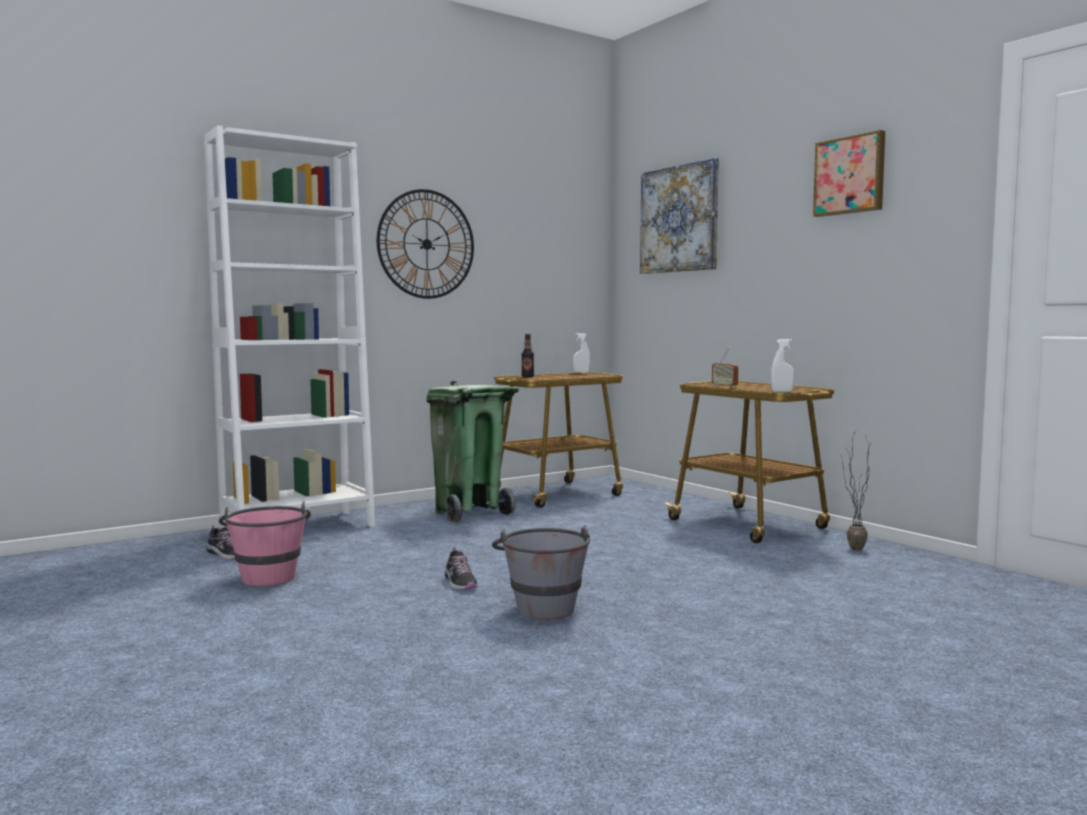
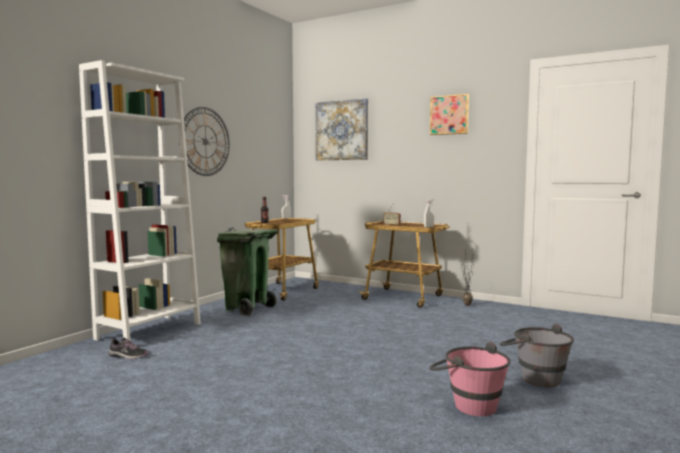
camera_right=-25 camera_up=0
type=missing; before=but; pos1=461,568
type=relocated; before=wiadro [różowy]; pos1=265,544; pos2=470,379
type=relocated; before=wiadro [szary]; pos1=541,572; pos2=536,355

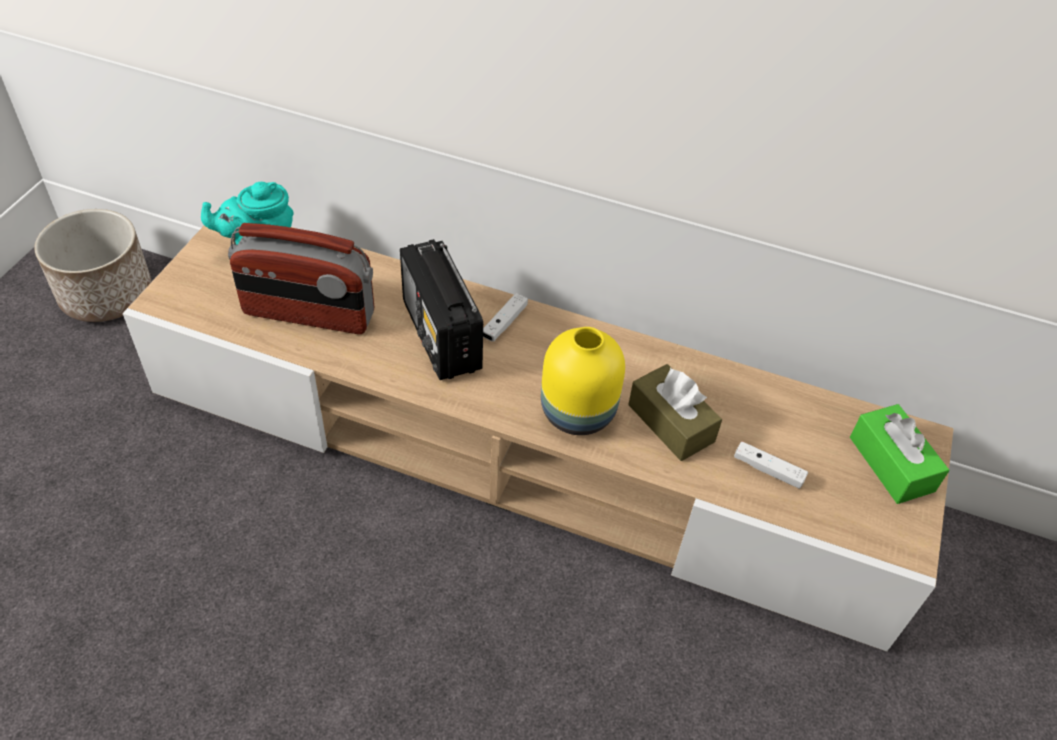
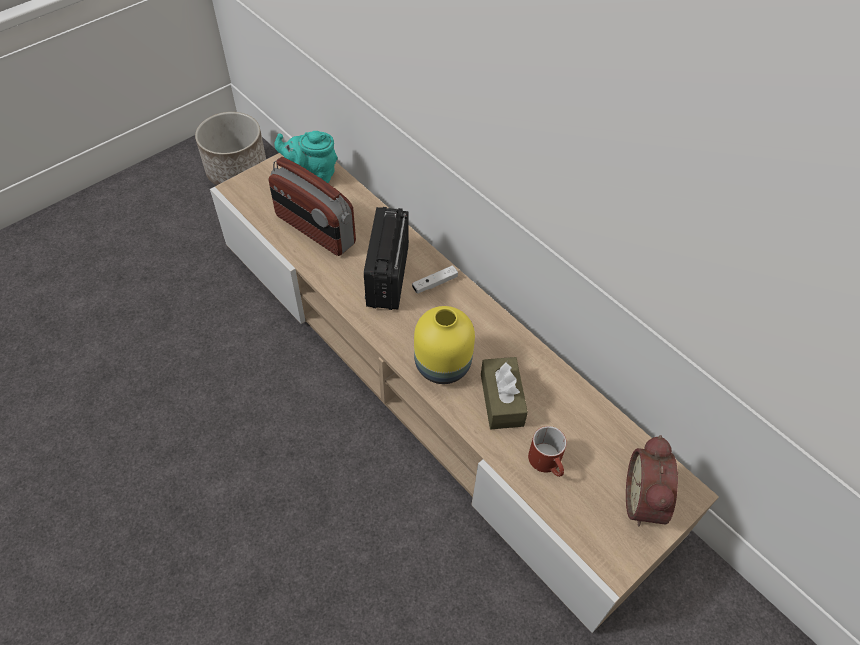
camera_right=30 camera_up=5
type=exchanged; before=pad do gier [biały]; after=kubek [czerwony]; pos1=771,465; pos2=547,451
type=exchanged; before=pudełko chusteczek [zielony]; after=budzik; pos1=899,454; pos2=652,480

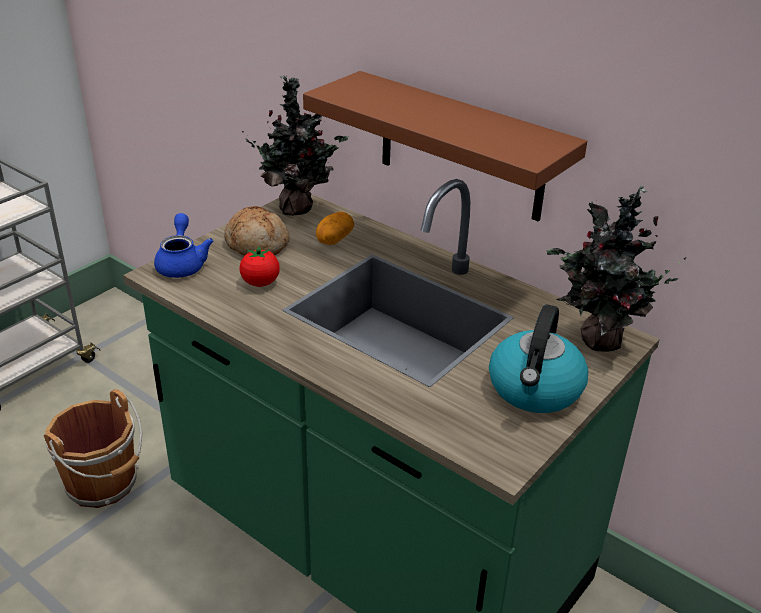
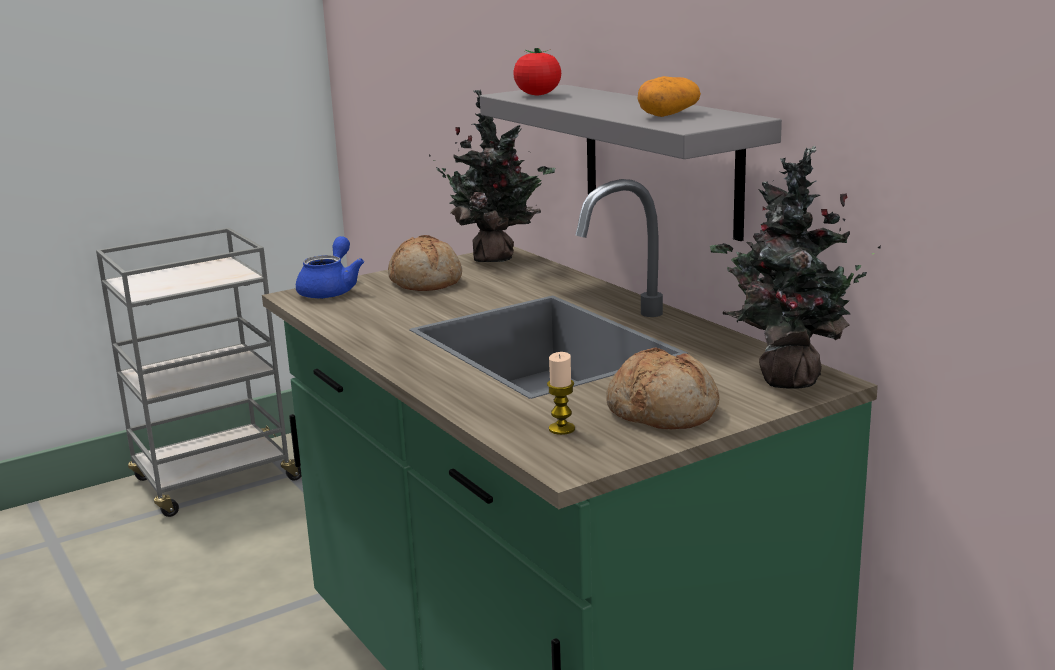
camera_right=20 camera_up=-15
type=missing; before=wiadro [brązowy]; pos1=93,448
type=appeared; after=świeca; pos2=561,393
type=relocated; before=pomidor; pos1=260,266; pos2=537,71
type=relocated; before=ziemniak; pos1=335,228; pos2=669,96
type=exchanged; before=czajnik; after=chleb; pos1=538,358; pos2=662,388
type=colour; before=półka [brązowy]; after=półka [szary]; pos1=445,146; pos2=631,163

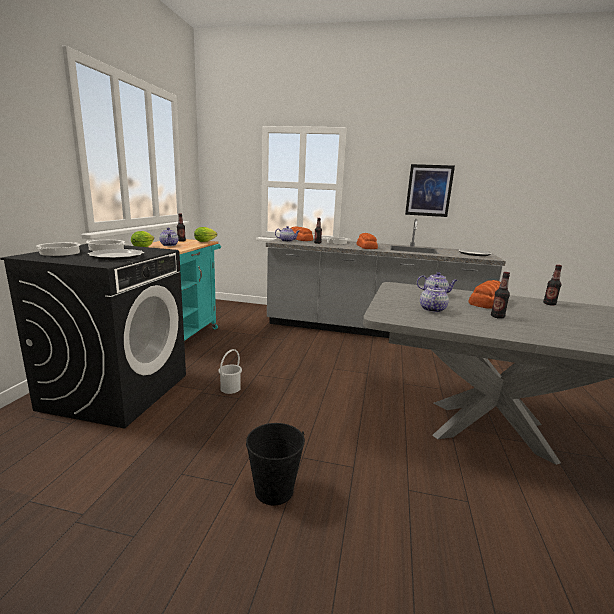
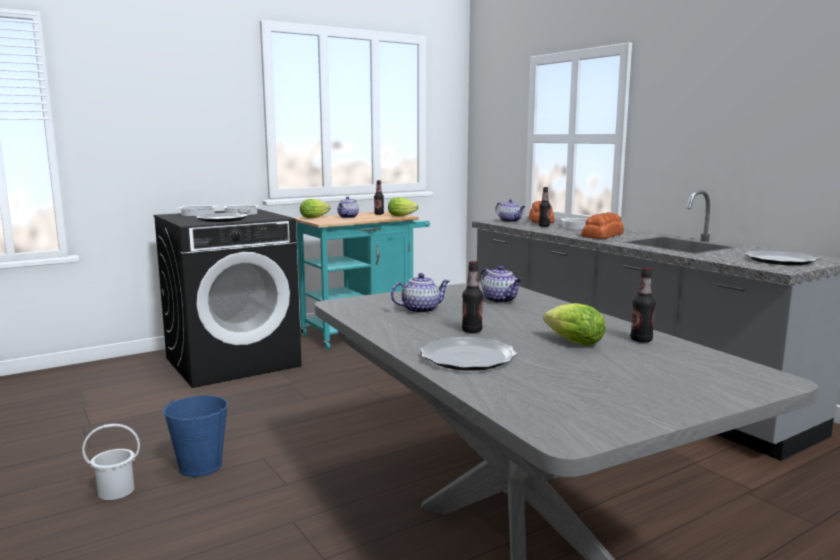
camera_right=45 camera_up=-5
type=missing; before=obraz; pos1=430,190
type=missing; before=chleb; pos1=484,294
type=appeared; after=talerz; pos2=468,354
type=appeared; after=sałata; pos2=574,324
type=relocated; before=wiadro [biały]; pos1=230,371; pos2=111,462
type=colour; before=wiadro [czarny]; after=wiadro [niebieski]; pos1=275,464; pos2=195,436

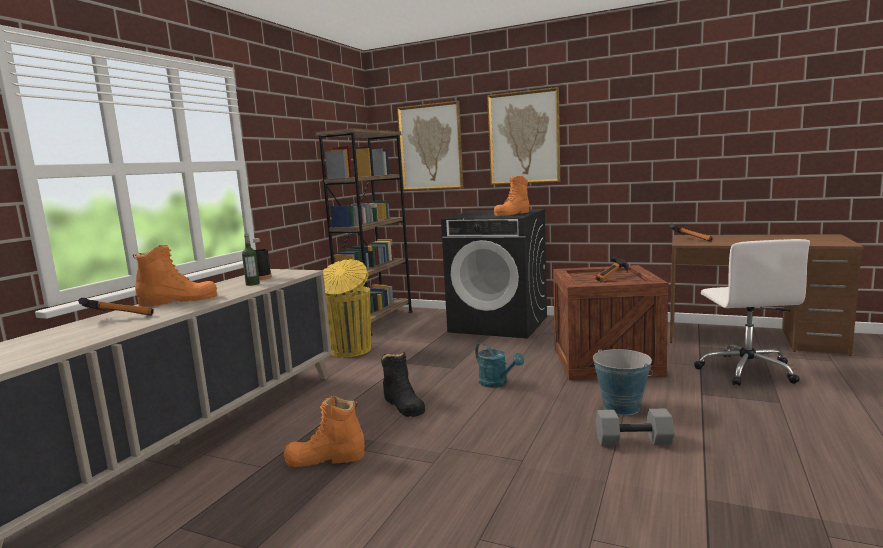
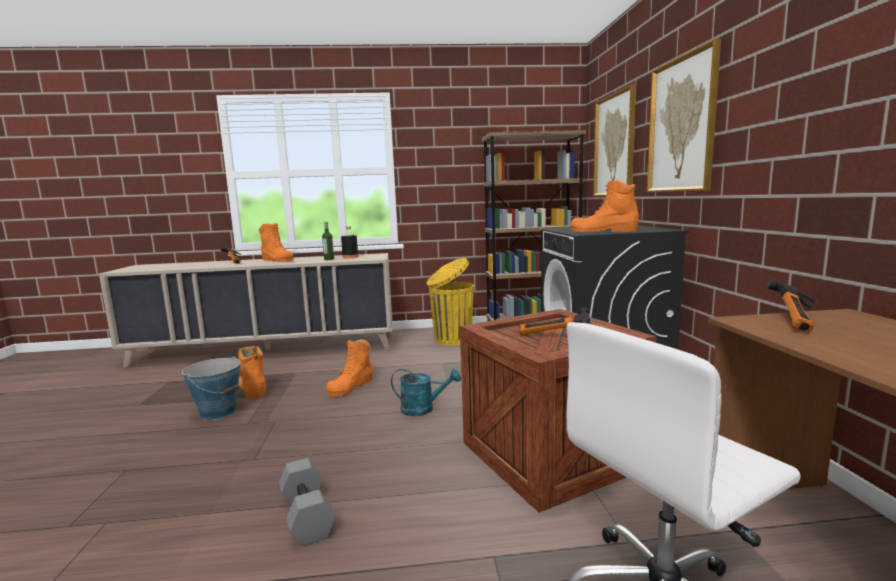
camera_right=60 camera_up=0
type=relocated; before=wiadro; pos1=623,382; pos2=213,388
type=colour; before=but z cholewką [czarny]; after=but z cholewką [pomarańczowy]; pos1=403,384; pos2=349,368
type=spun; before=konewka [turkusowy]; pos1=499,365; pos2=426,392; turn=-105

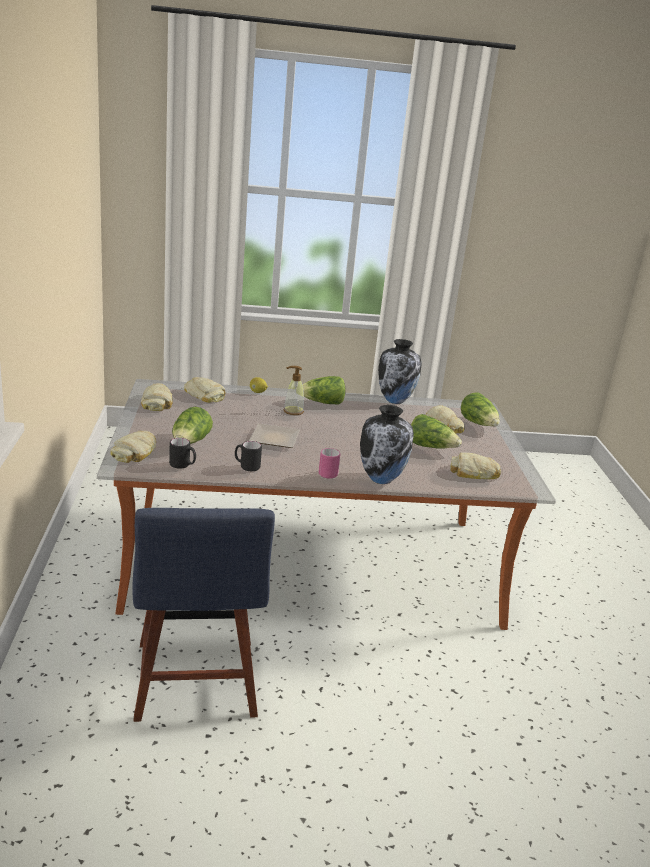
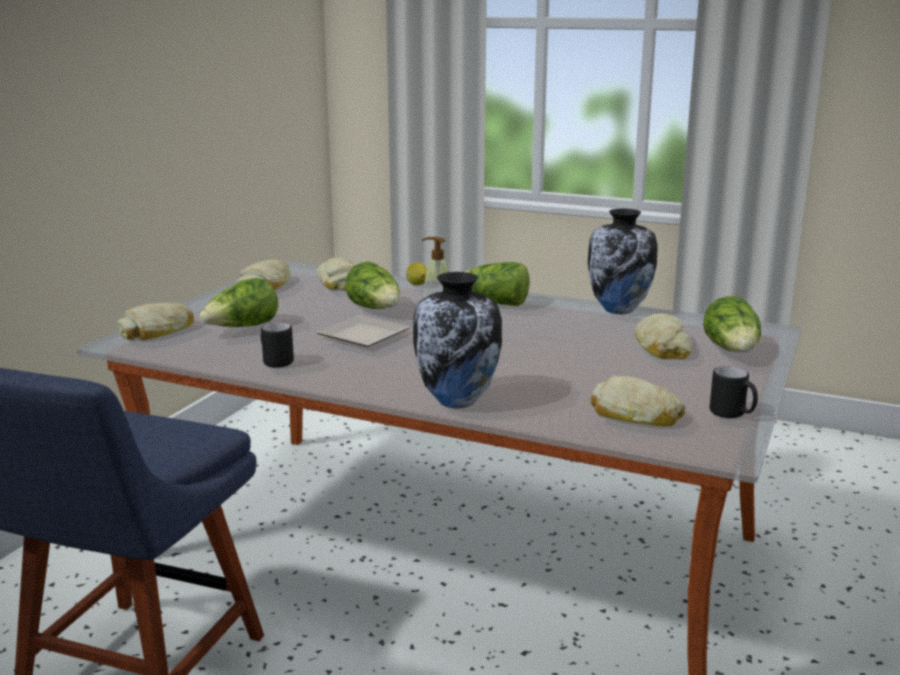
camera_right=30 camera_up=-5
type=missing; before=kubek [różowy]; pos1=329,463
type=relocated; before=kubek [czarny]; pos1=182,453; pos2=734,392
type=relocated; before=sałata; pos1=436,431; pos2=372,285

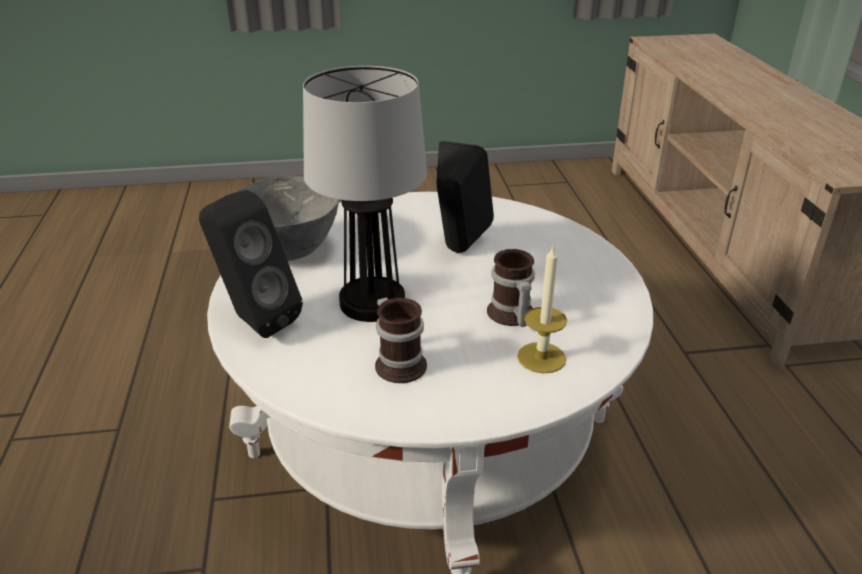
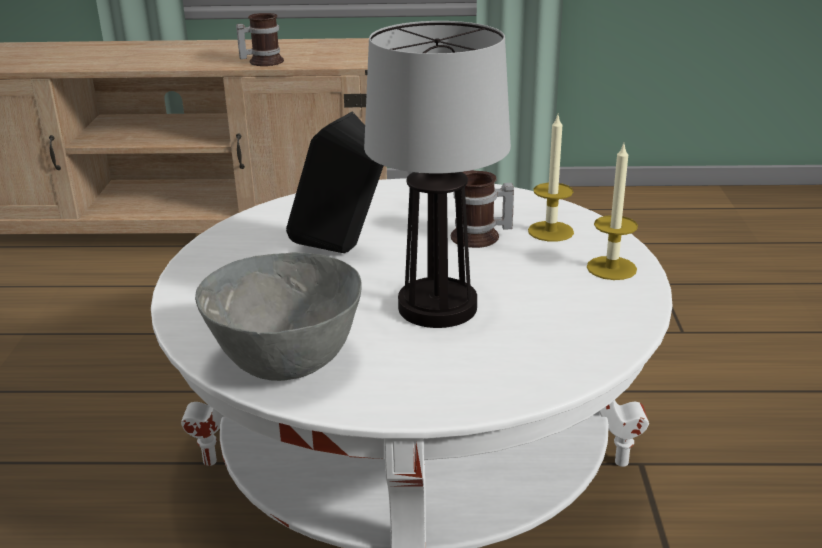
camera_right=-80 camera_up=-5
type=missing; before=głośnik [czarny]; pos1=251,264
type=appeared; after=świeca; pos2=612,212
type=relocated; before=kubek; pos1=401,340; pos2=260,39

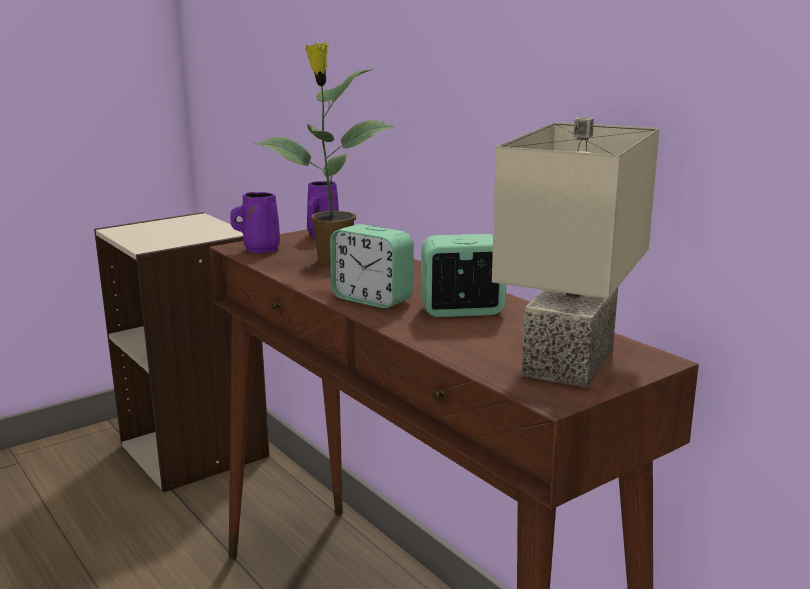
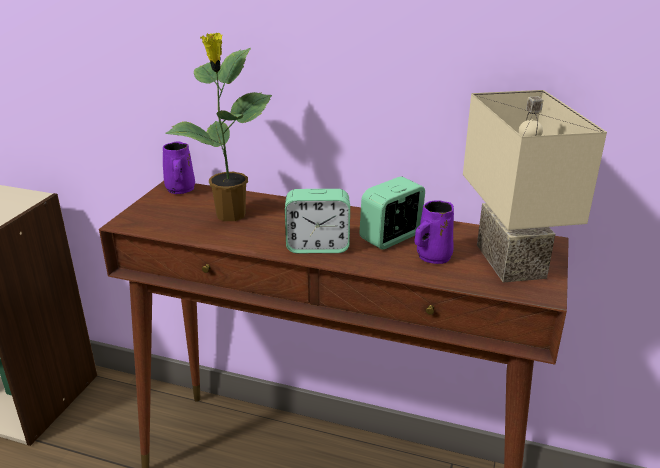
camera_right=-35 camera_up=10
type=relocated; before=kubek [fioletowy]; pos1=255,222; pos2=434,232

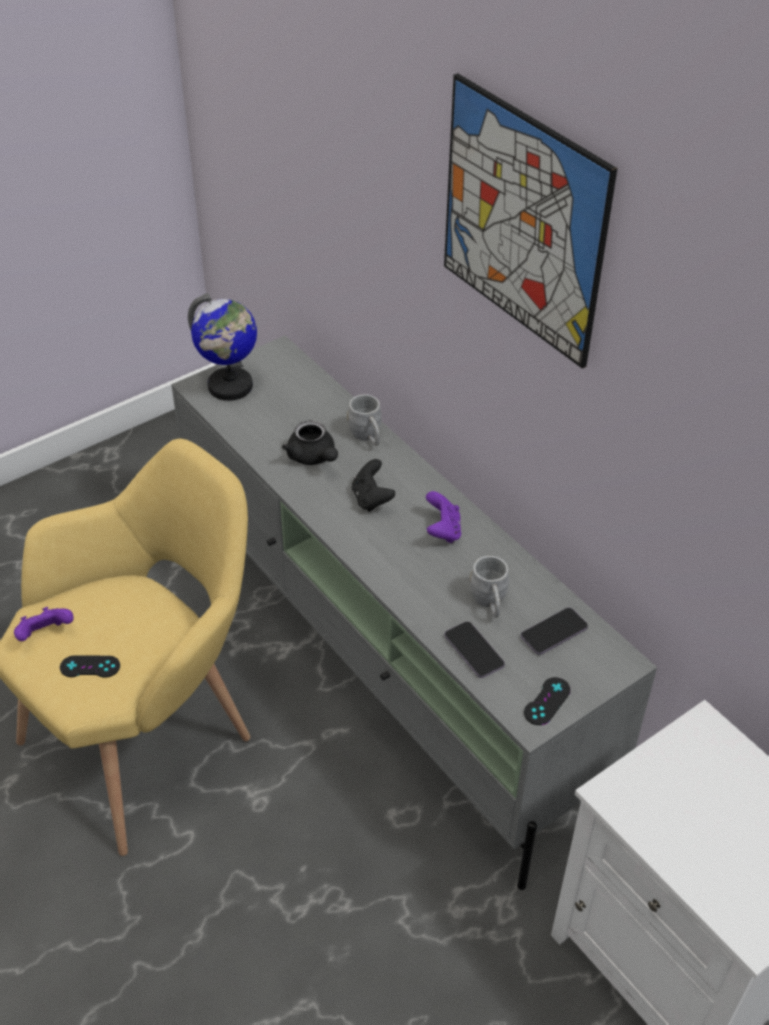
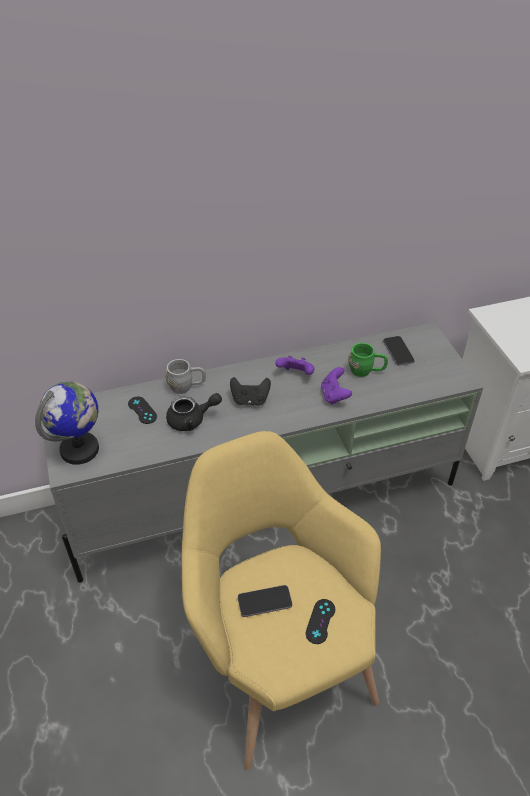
camera_right=-70 camera_up=0
type=missing; before=obraz; pos1=530,221
type=relocated; before=pad do gier [fioletowy]; pos1=44,624; pos2=336,386
type=relocated; before=telefon; pos1=475,649; pos2=265,601
type=relocated; before=pad do gier [czarny]; pos1=547,701; pos2=142,410
type=colour; before=kubek [szary]; after=kubek [zielony]; pos1=489,587; pos2=368,360

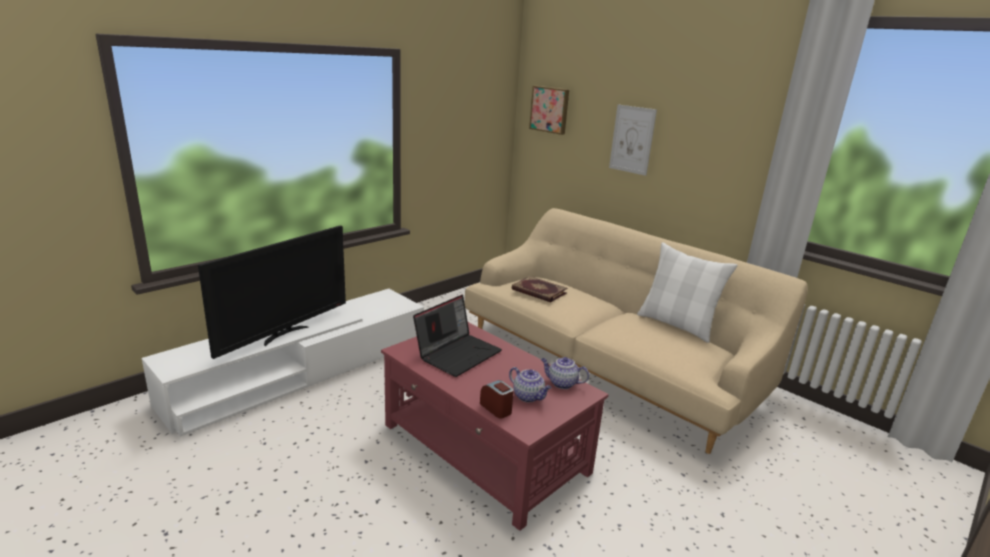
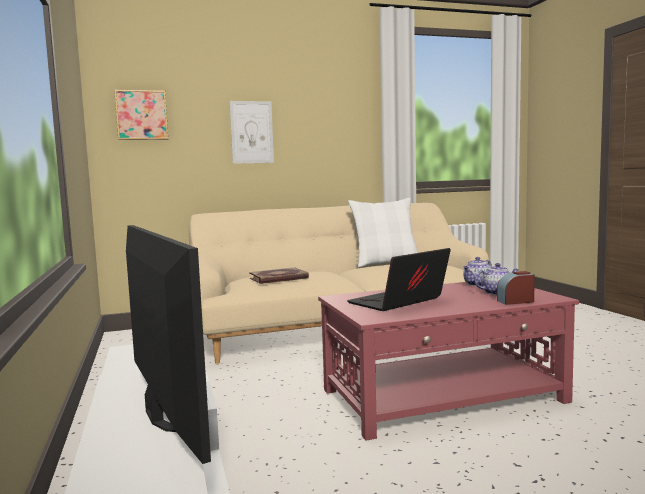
camera_right=-60 camera_up=-15
type=spun; before=laptop; pos1=457,336; pos2=399,279; turn=-105

